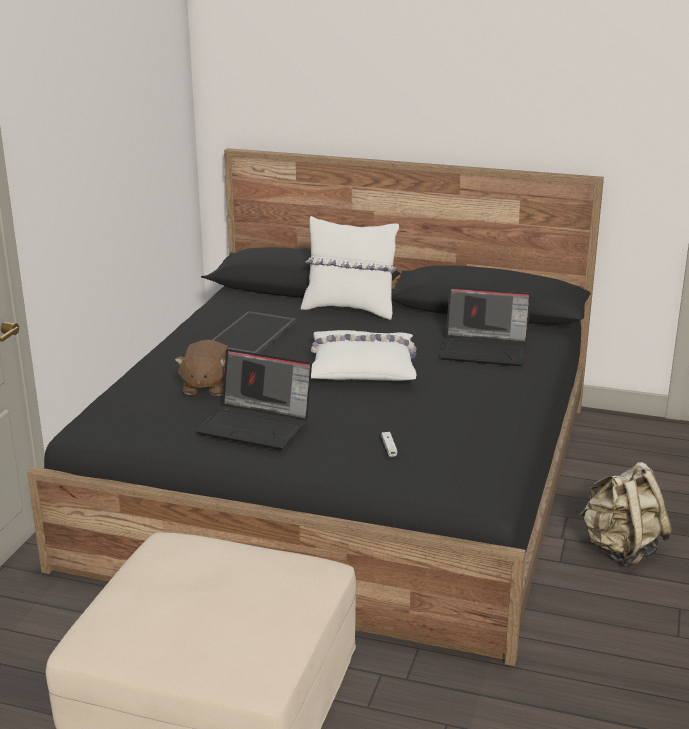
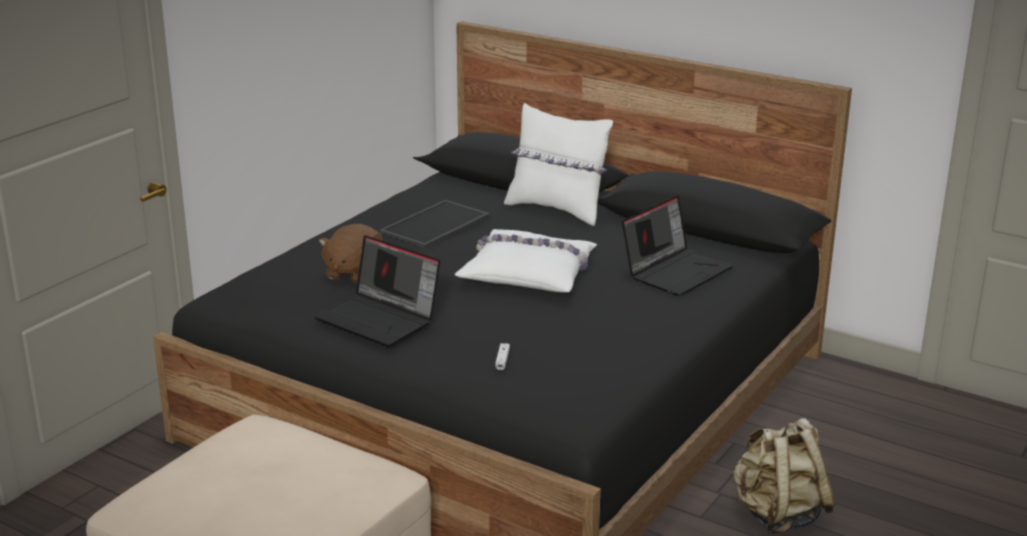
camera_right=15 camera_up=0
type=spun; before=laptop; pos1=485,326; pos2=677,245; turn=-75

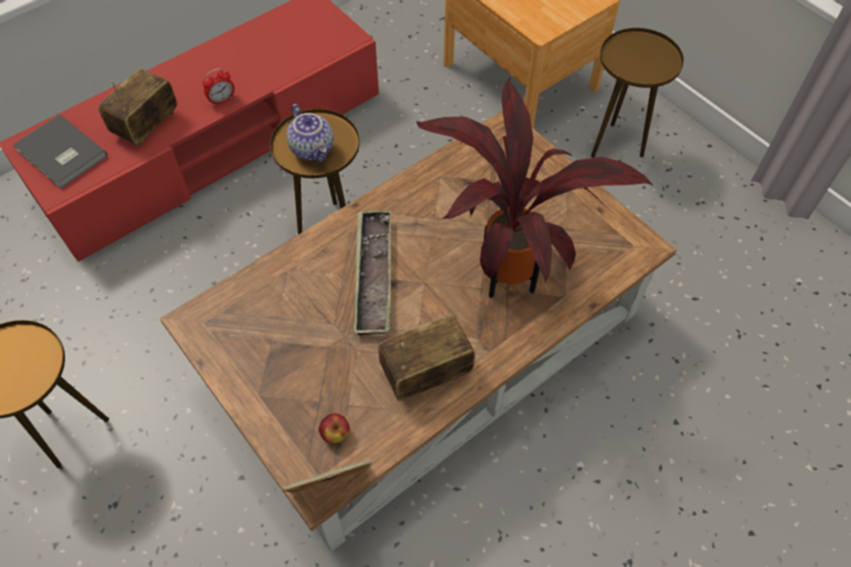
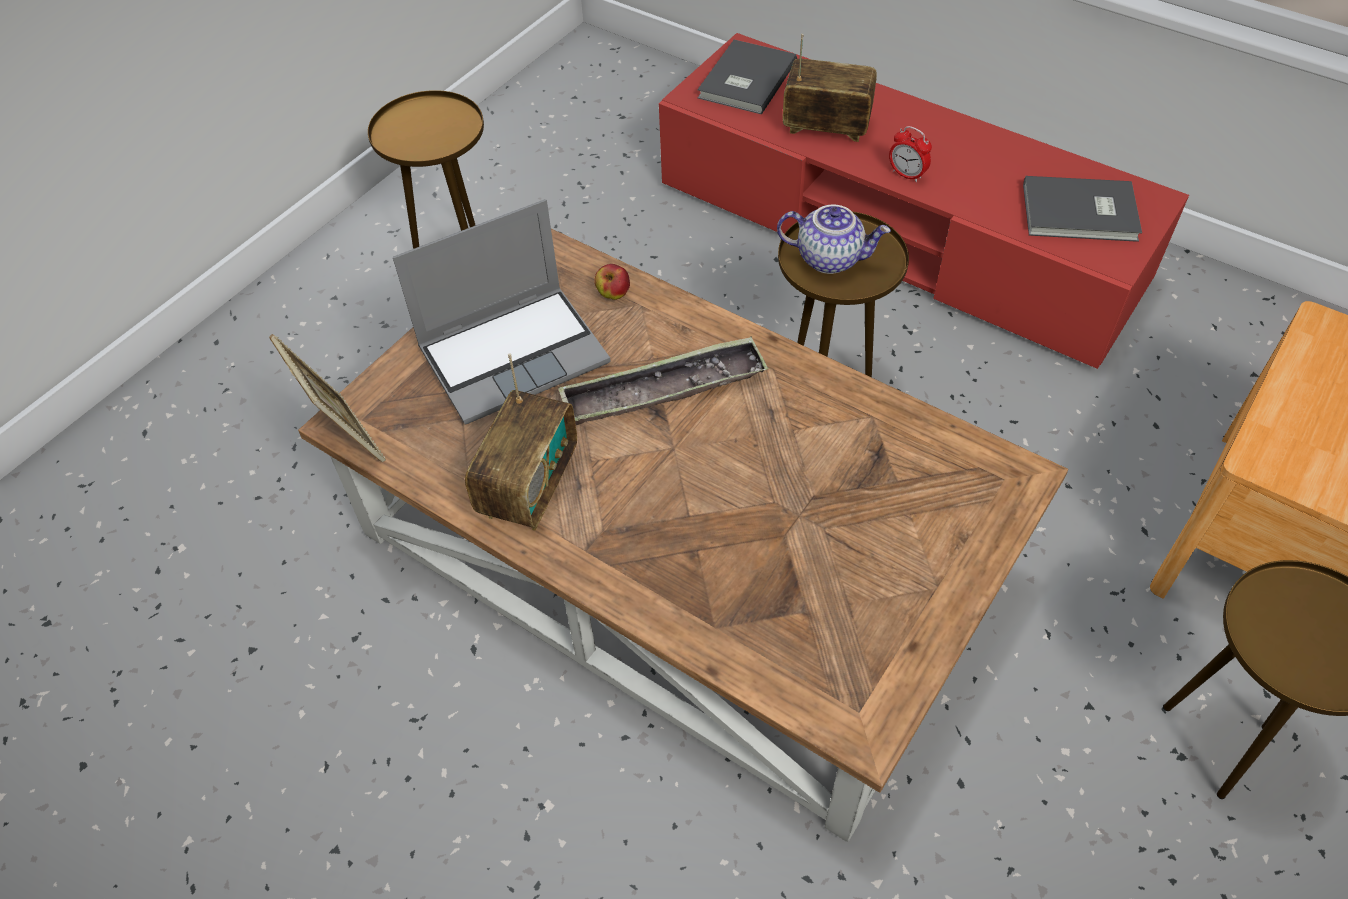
camera_right=75 camera_up=-5
type=missing; before=roślina doniczkowa; pos1=534,188
type=appeared; after=laptop; pos2=501,312
type=appeared; after=książka [szary]; pos2=1082,209
type=relocated; before=jabłko; pos1=334,428; pos2=612,282
type=spun; before=imbryk; pos1=310,133; pos2=834,239; turn=-120
type=spun; before=radio; pos1=426,357; pos2=521,442; turn=60

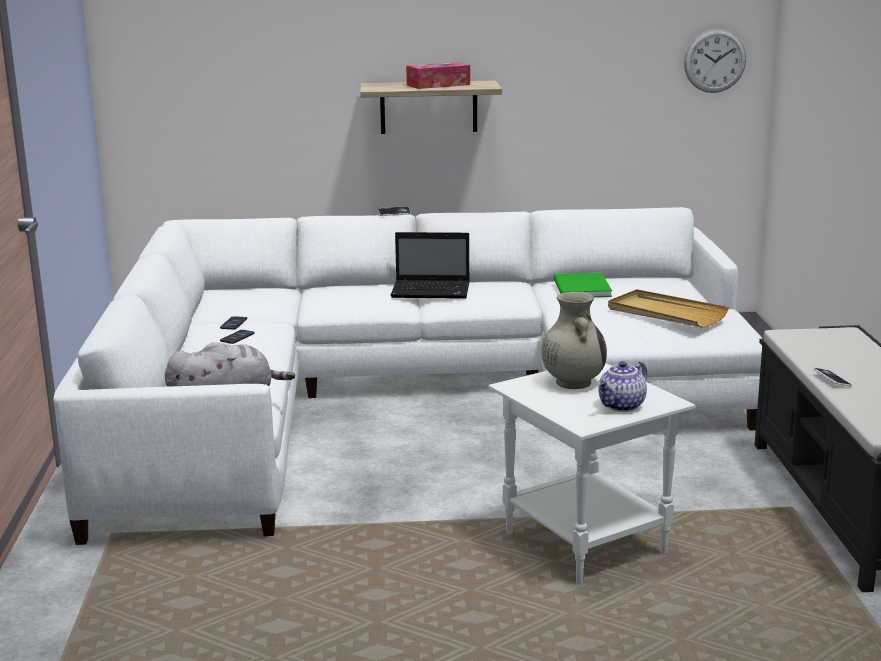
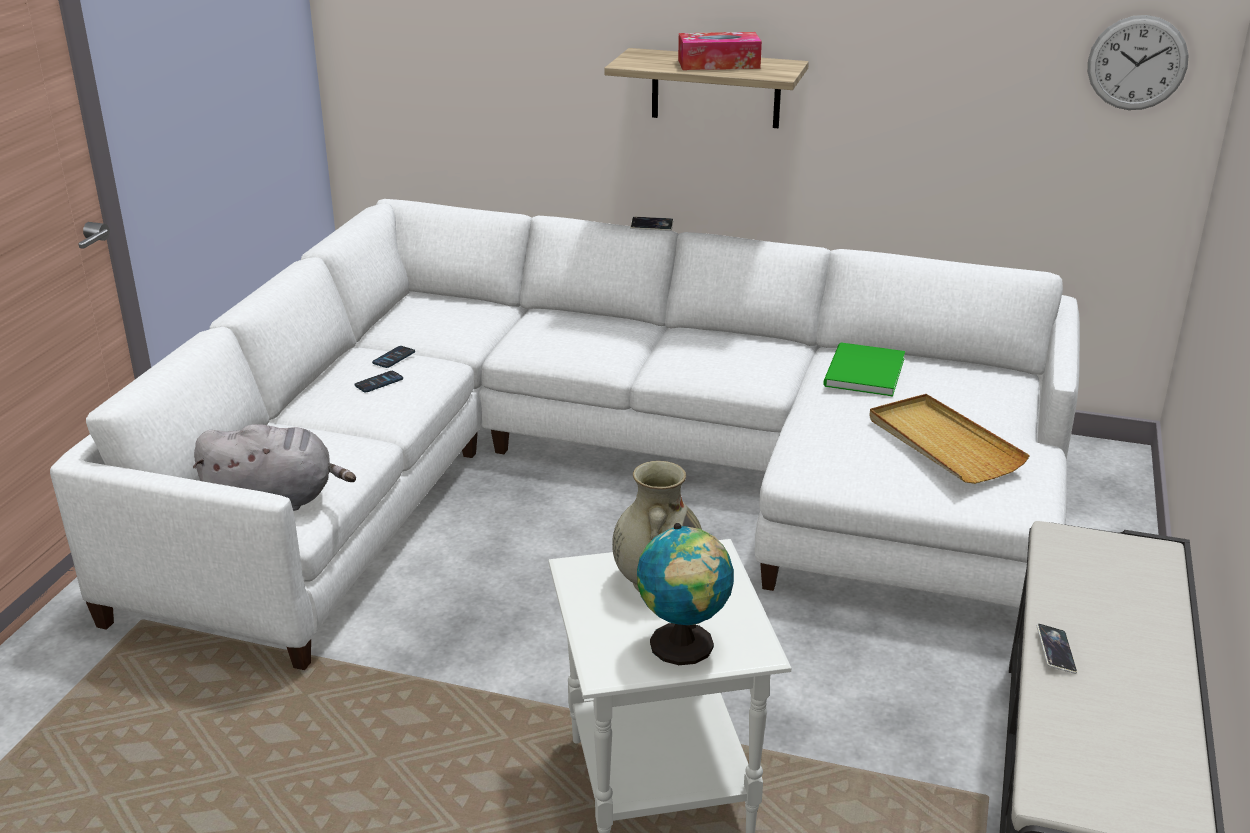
camera_right=20 camera_up=10
type=missing; before=laptop; pos1=430,265
type=exchanged; before=imbryk; after=globus; pos1=622,386; pos2=685,594

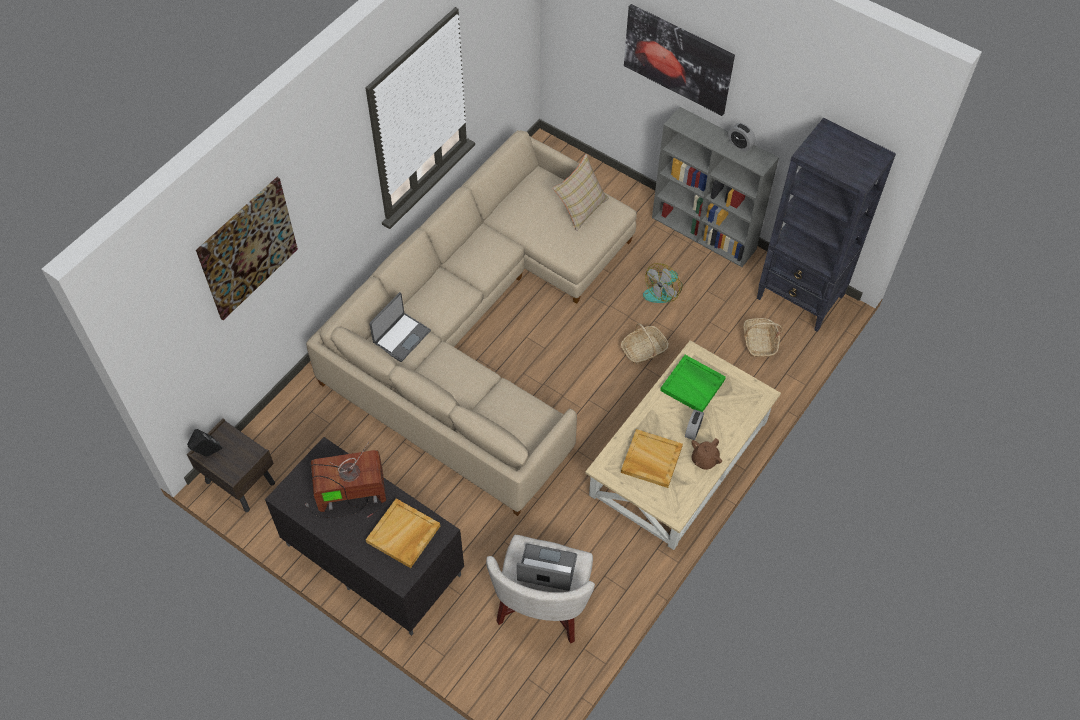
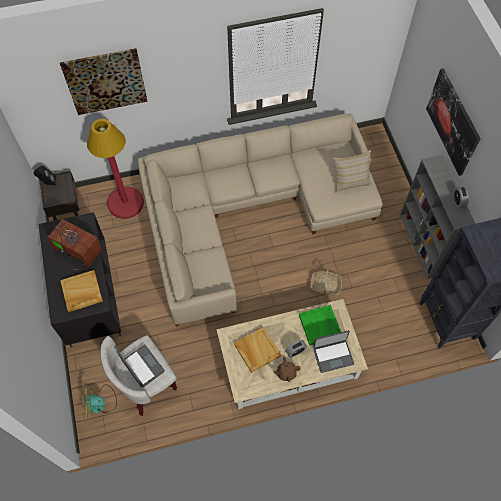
camera_right=40 camera_up=5
type=missing; before=koszyk; pos1=763,337
type=appeared; after=lampa stojąca [czerwony]; pos2=115,169
type=relocated; before=laptop; pos1=400,327; pos2=333,351
type=relocated; before=wentylator; pos1=663,283; pos2=100,401

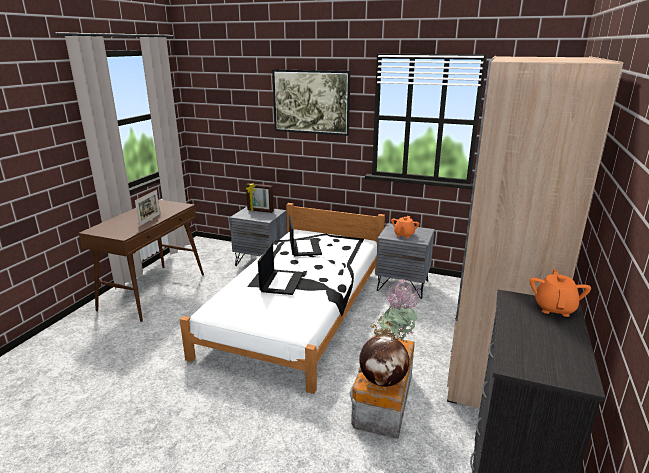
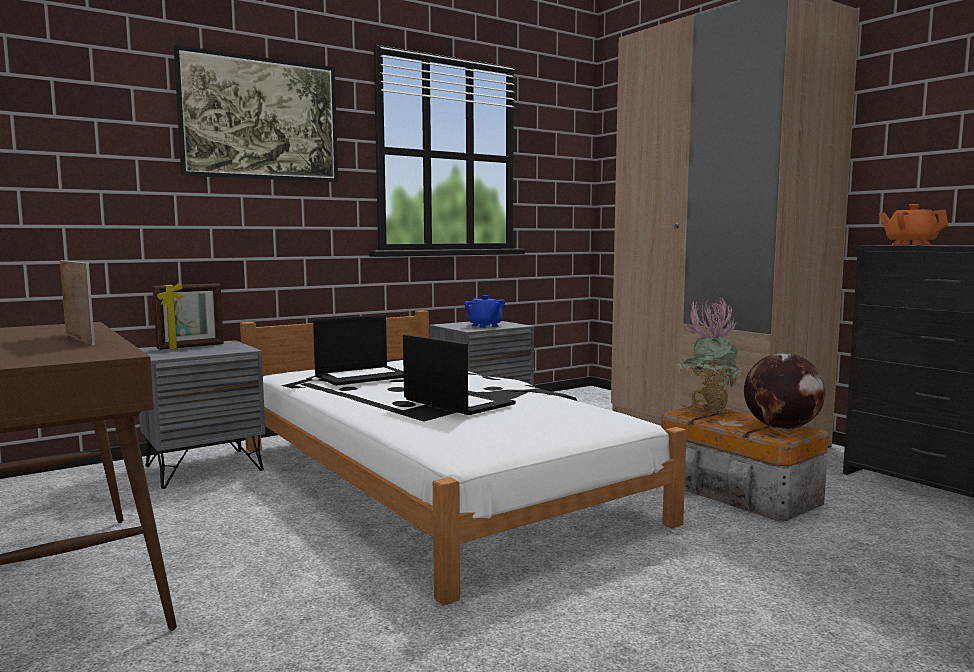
camera_right=-55 camera_up=-15
type=colour; before=imbryk [pomarańczowy]; after=imbryk [niebieski]; pos1=405,227; pos2=484,311
type=spun; before=laptop; pos1=305,235; pos2=358,350; turn=120

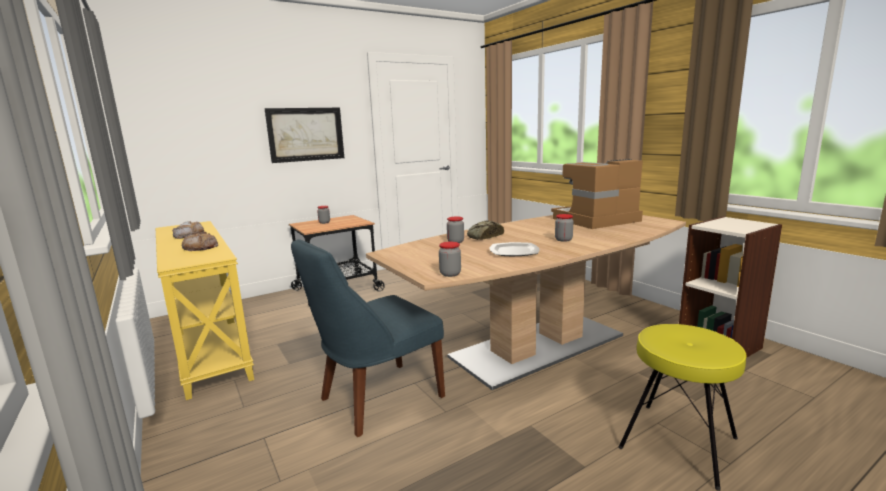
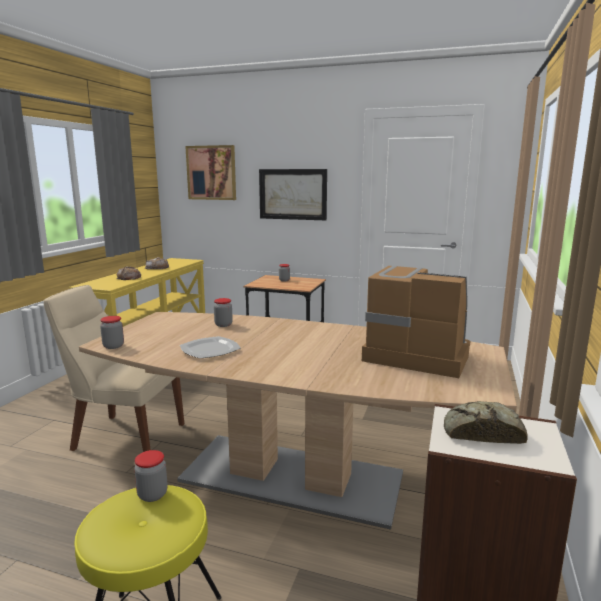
camera_right=50 camera_up=0
type=appeared; after=obraz; pos2=210,172
type=relocated; before=chleb; pos1=485,230; pos2=486,422
type=relocated; before=słoik; pos1=564,228; pos2=151,476
type=colour; before=krzesło [niebieski]; after=krzesło [beżowy]; pos1=368,338; pos2=114,368

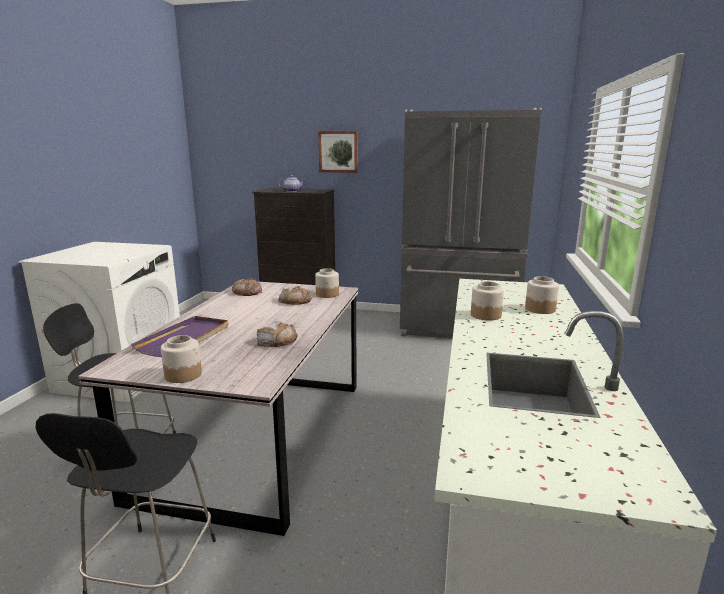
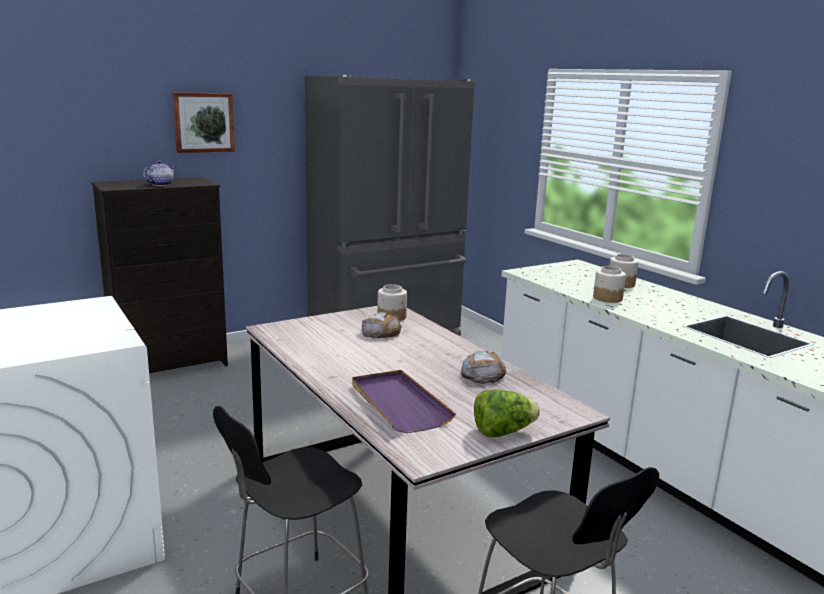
camera_right=-45 camera_up=0
type=missing; before=chleb; pos1=247,287
type=exchanged; before=słoik; after=sałata; pos1=181,359; pos2=507,413

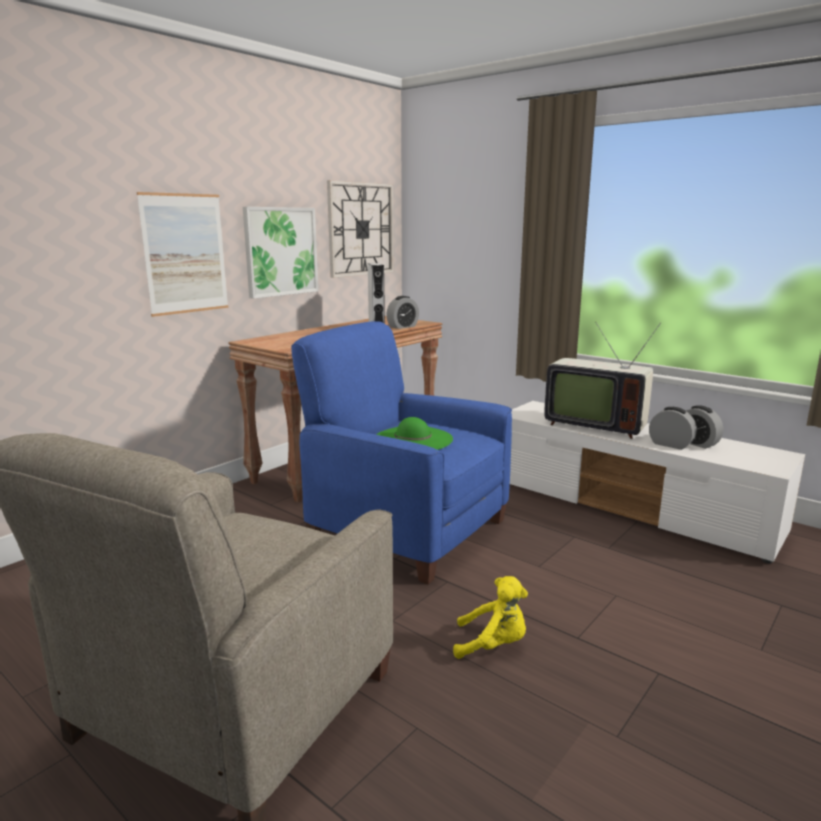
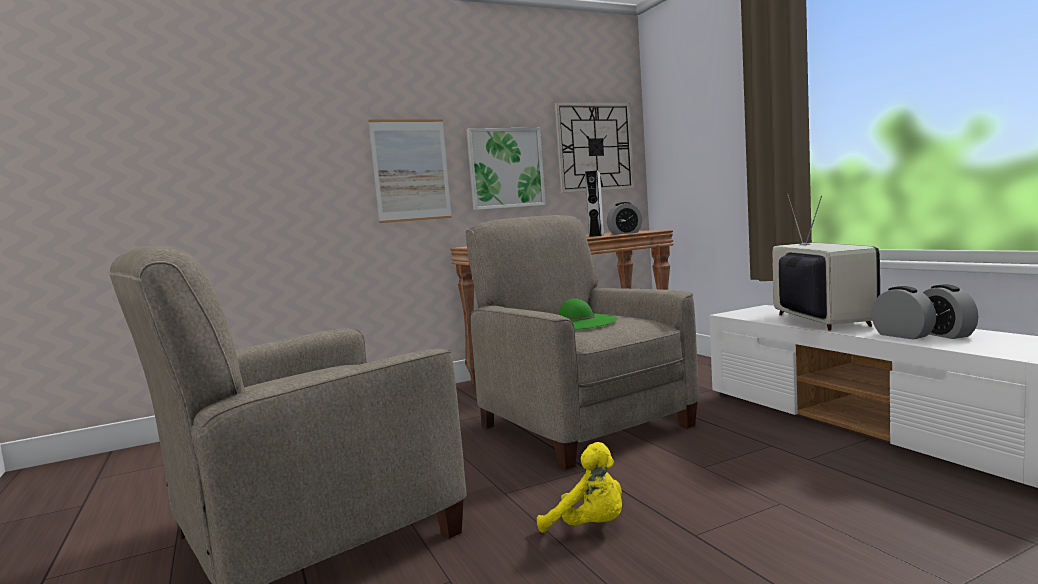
camera_right=25 camera_up=-10
type=colour; before=fotel [niebieski]; after=fotel [beżowy]; pos1=401,453; pos2=582,342
type=spun; before=telewizor; pos1=602,380; pos2=826,262; turn=-150

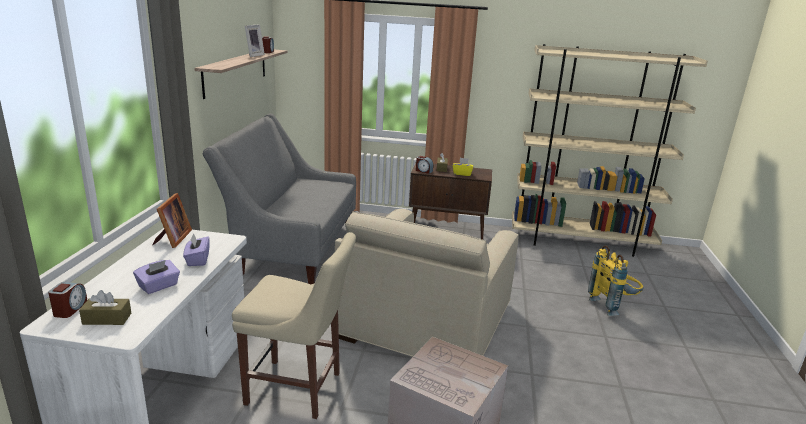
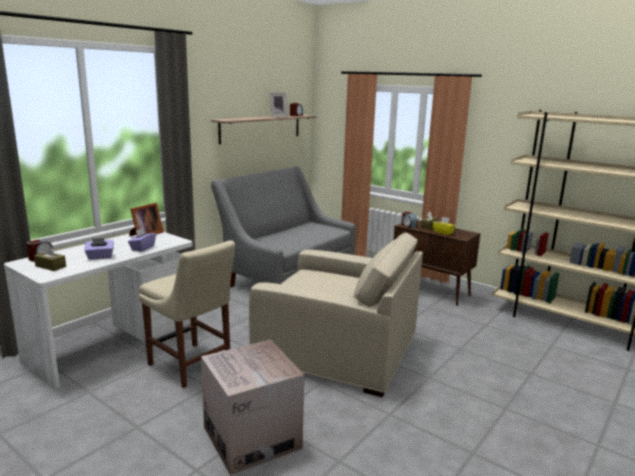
camera_right=30 camera_up=-5
type=missing; before=plecak [żółty]; pos1=615,280
type=spun; before=fotel [beżowy]; pos1=427,283; pos2=336,314; turn=-120

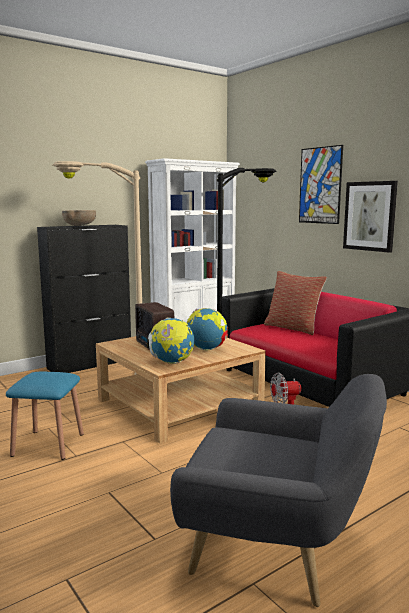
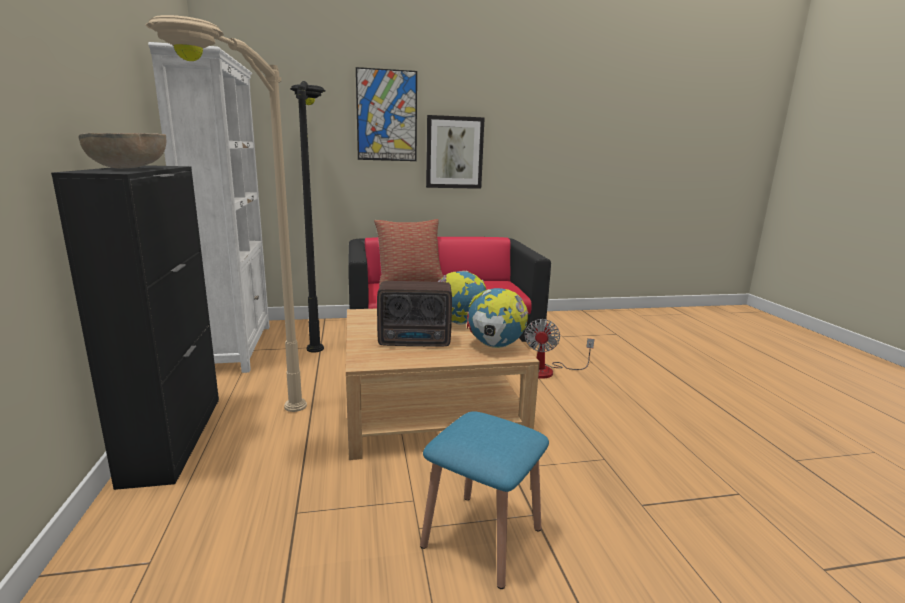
camera_right=-65 camera_up=5
type=missing; before=fotel [szary]; pos1=278,490

